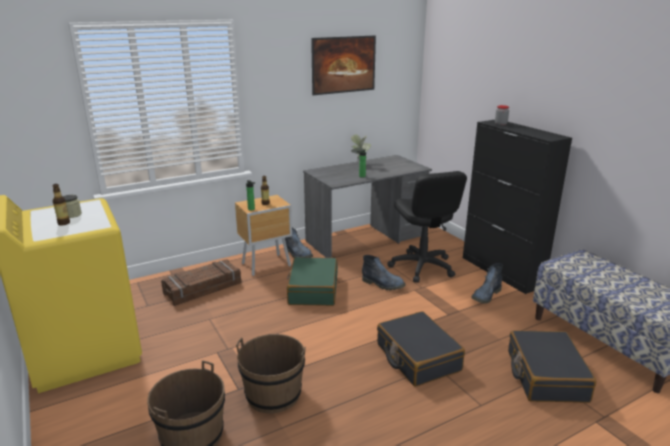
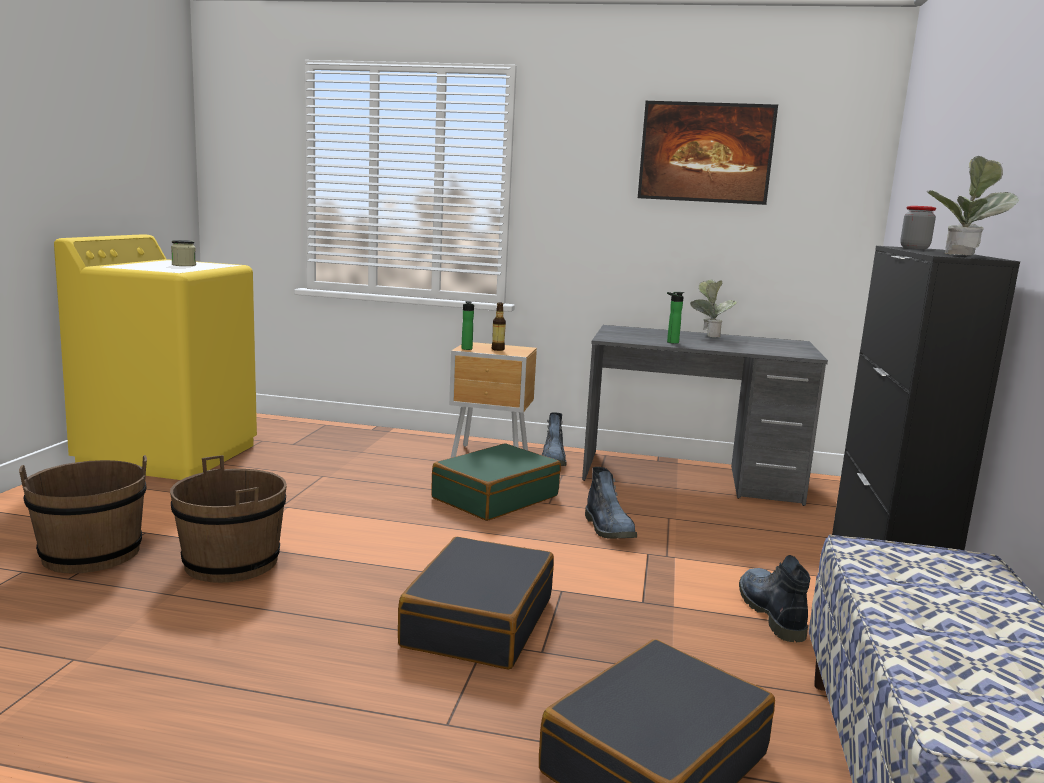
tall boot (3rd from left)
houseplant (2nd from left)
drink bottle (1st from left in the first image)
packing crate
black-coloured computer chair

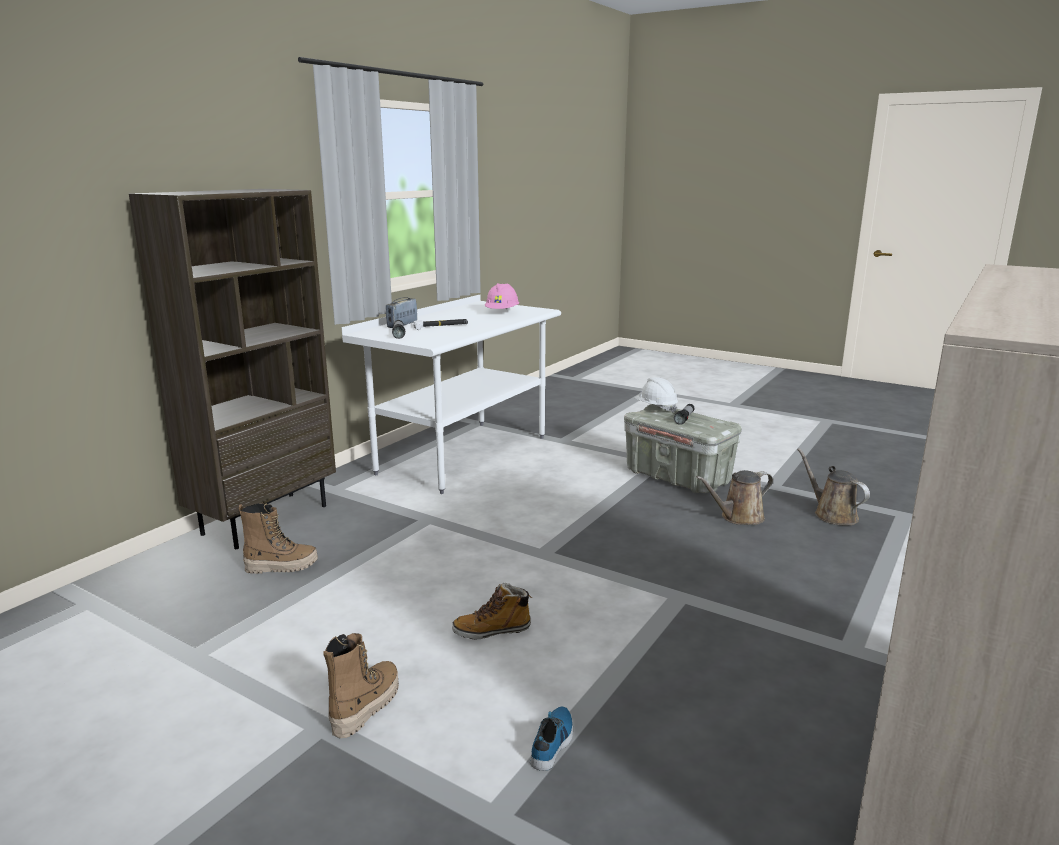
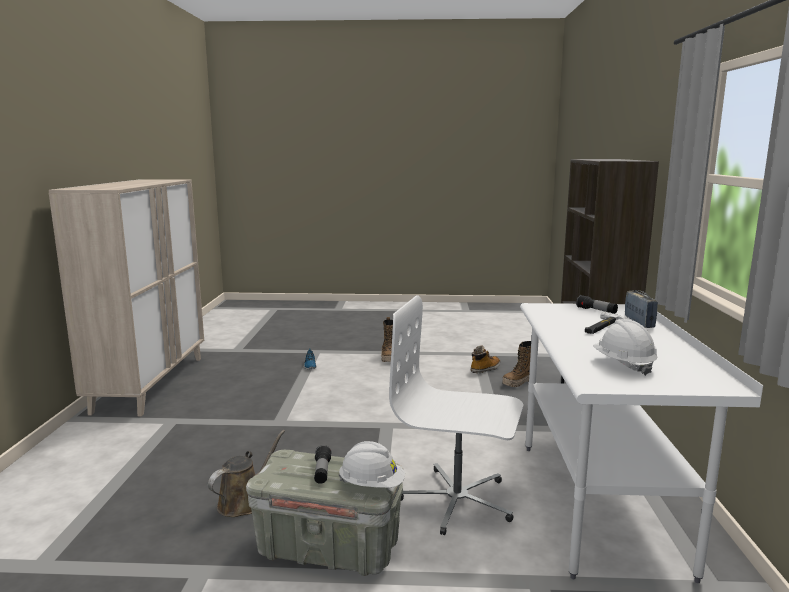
white-coloured computer chair
tall boot (2nd from left)
white-coloured work helmet (2nd from left)
brown sprinkling can (2nd from left in the first image)

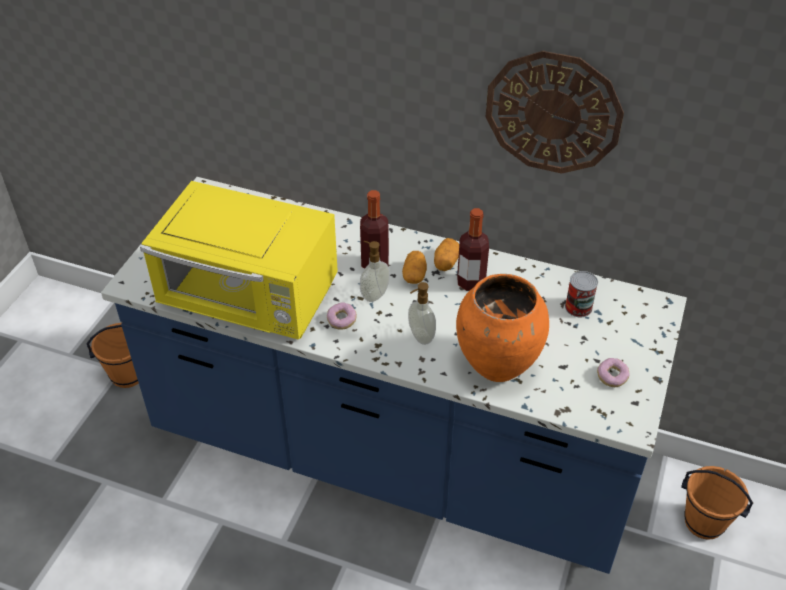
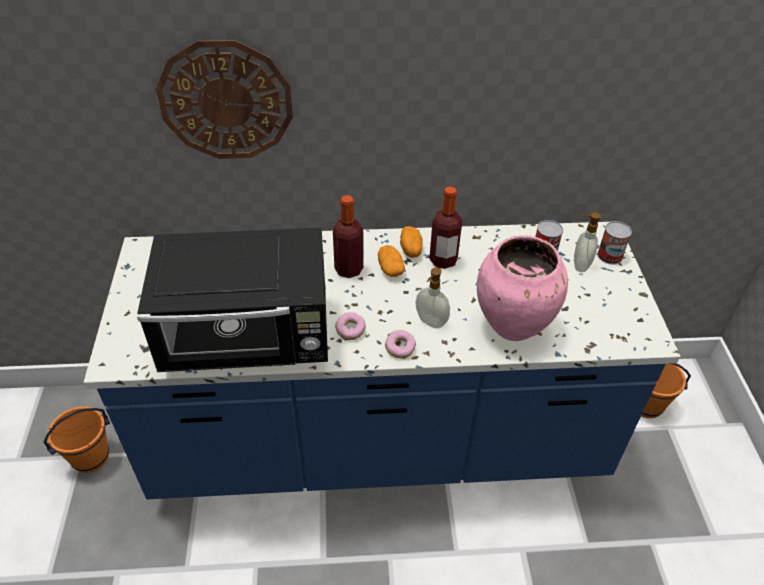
black-coloured microwave oven
hanging clock
ring doughnut (2nd from left)
pink-coloured decorative vase
soap dispenser (2nd from left)
sealed can (2nd from left)

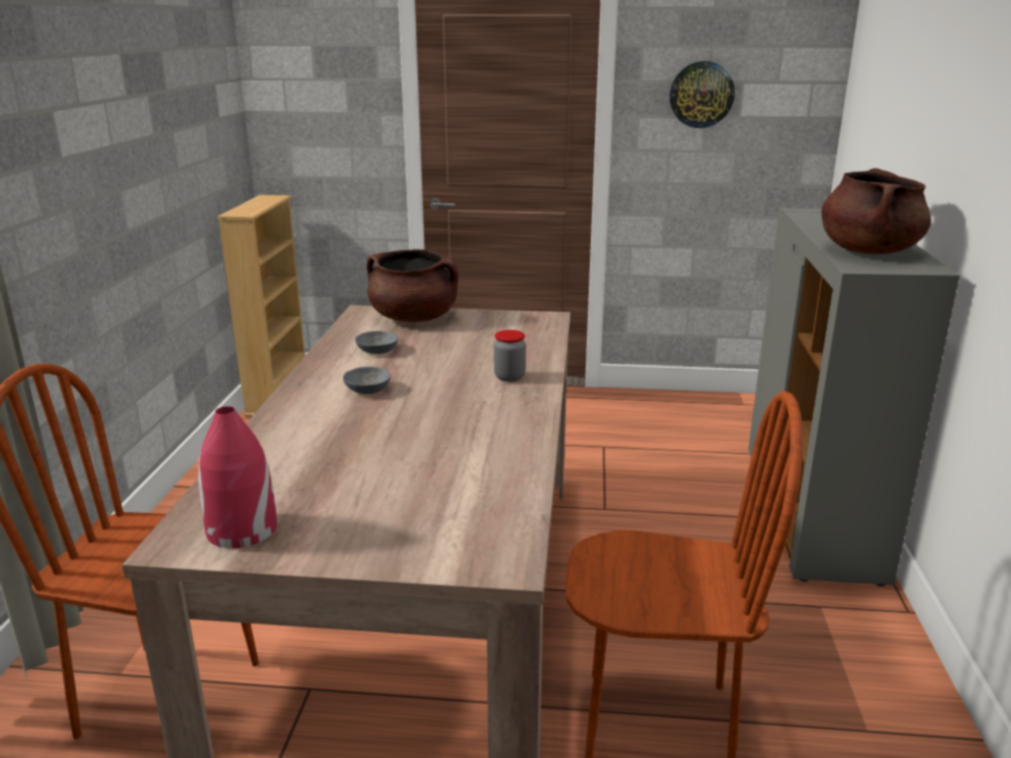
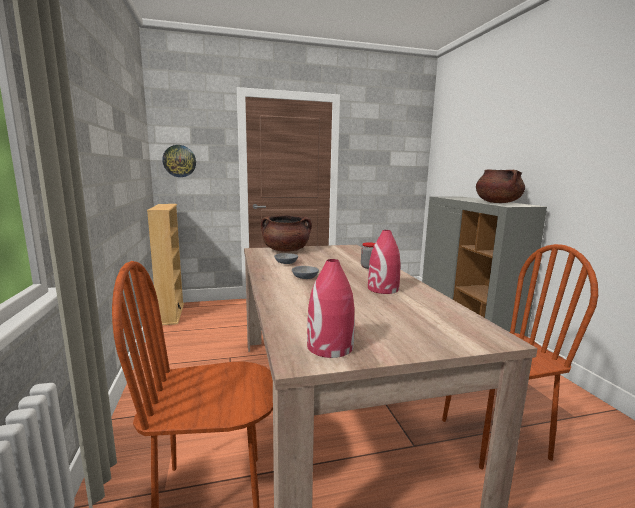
hanging clock
red-coloured decorative vase (2nd from left)

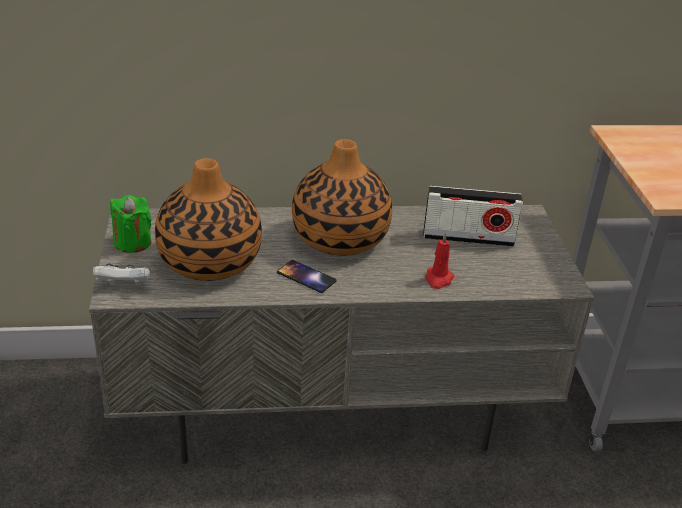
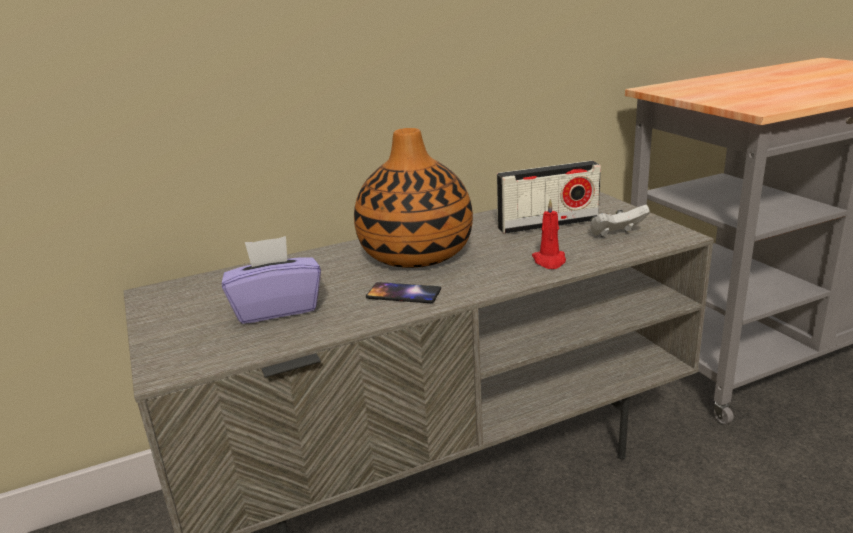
purple tissue holder
white-coloured joypad
greenish wax candle

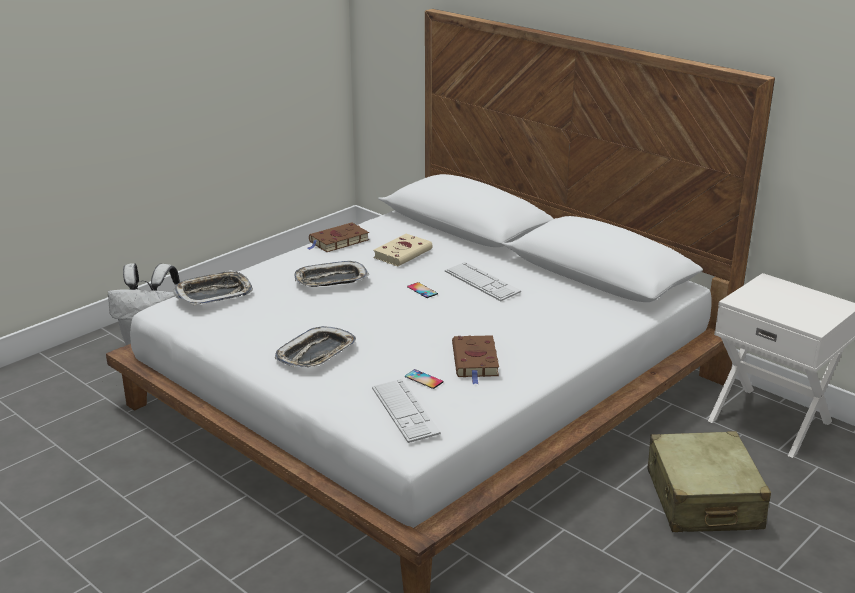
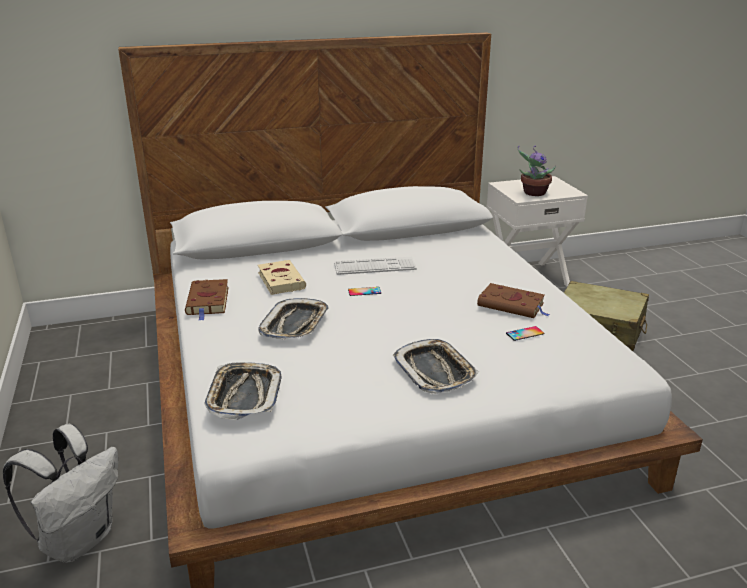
houseplant
PC keyboard (1st from left in the first image)

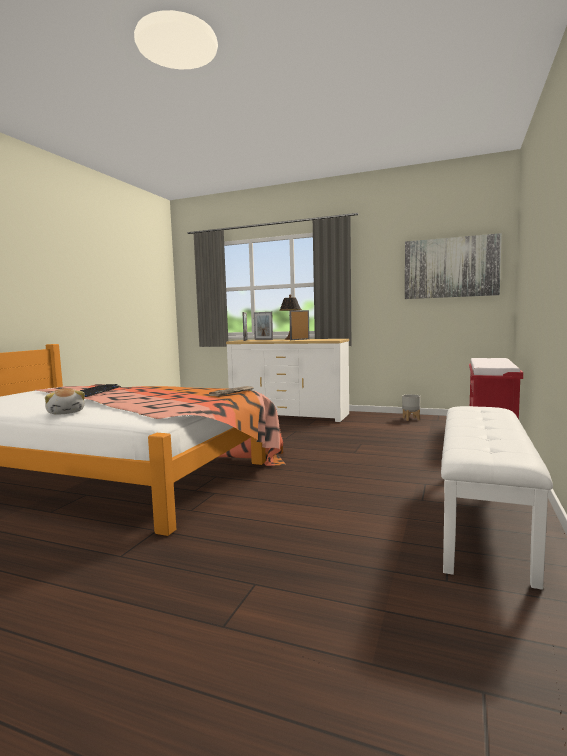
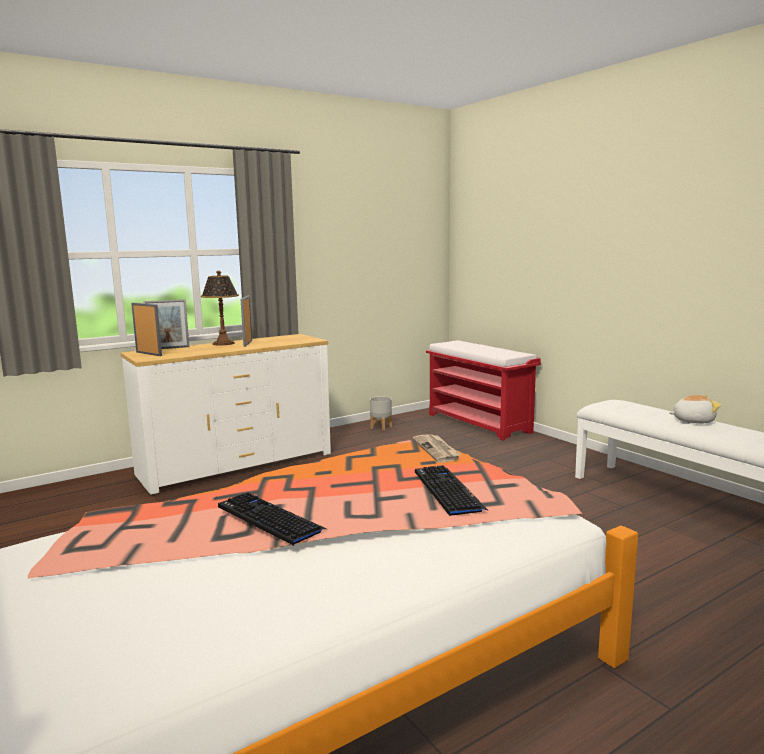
PC keyboard (2nd from left)
cuddly toy
wall picture

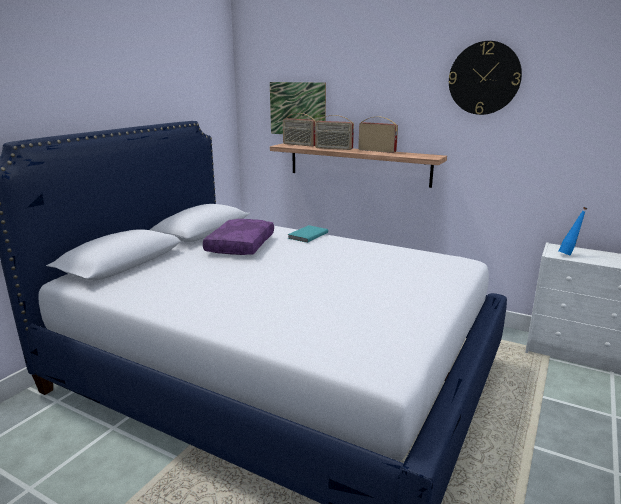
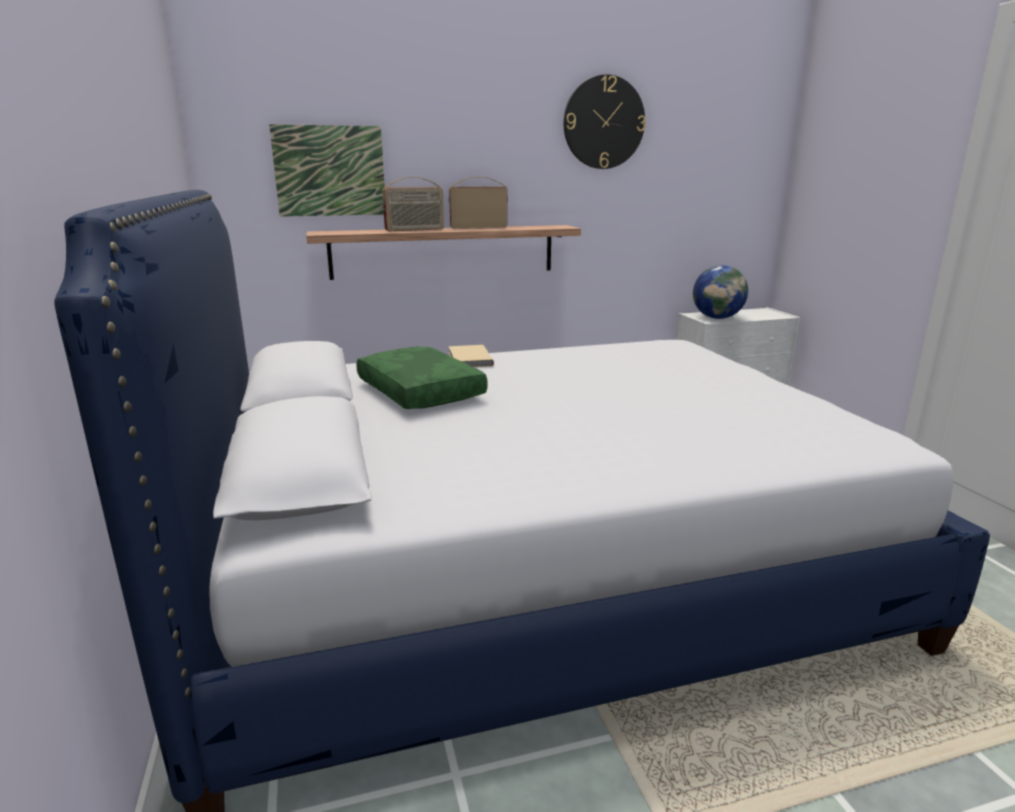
greenish throw pillow
beige-coloured volume
world globe
radio receiver (1st from left in the first image)

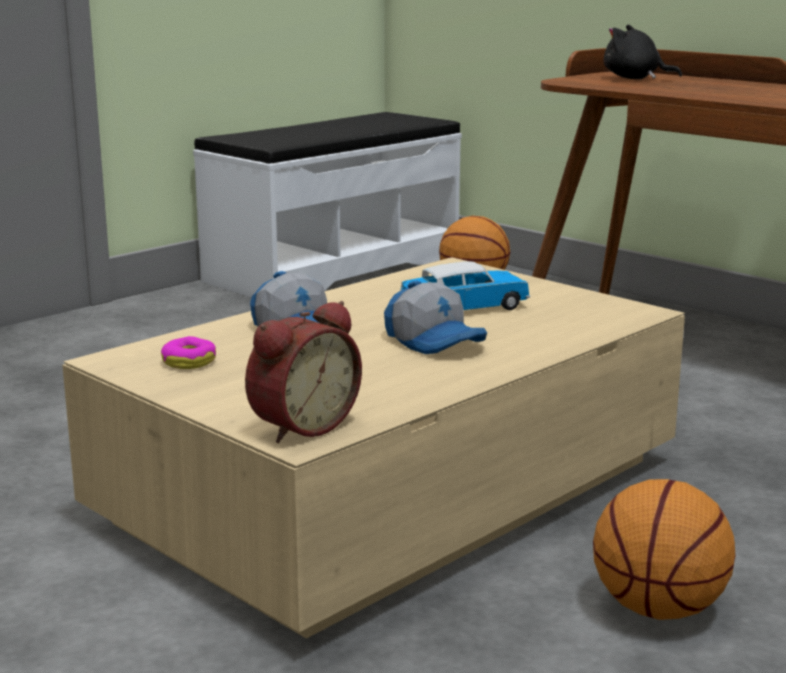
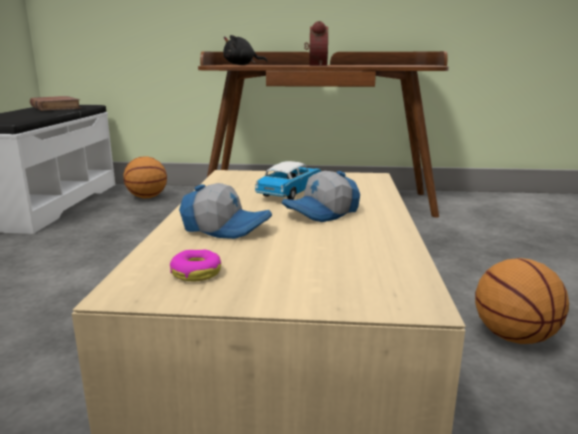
brown volume
baseball cap (2nd from left)
table clock

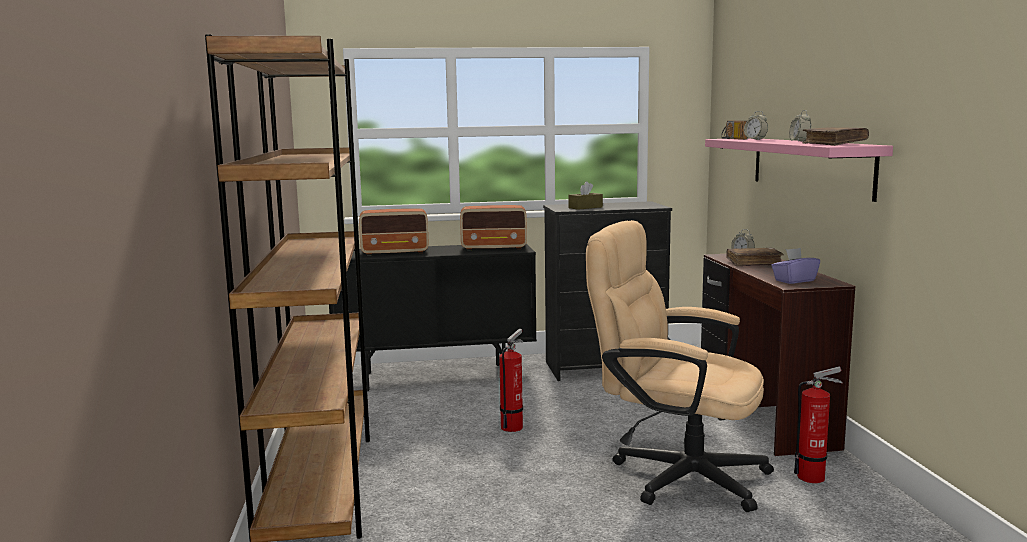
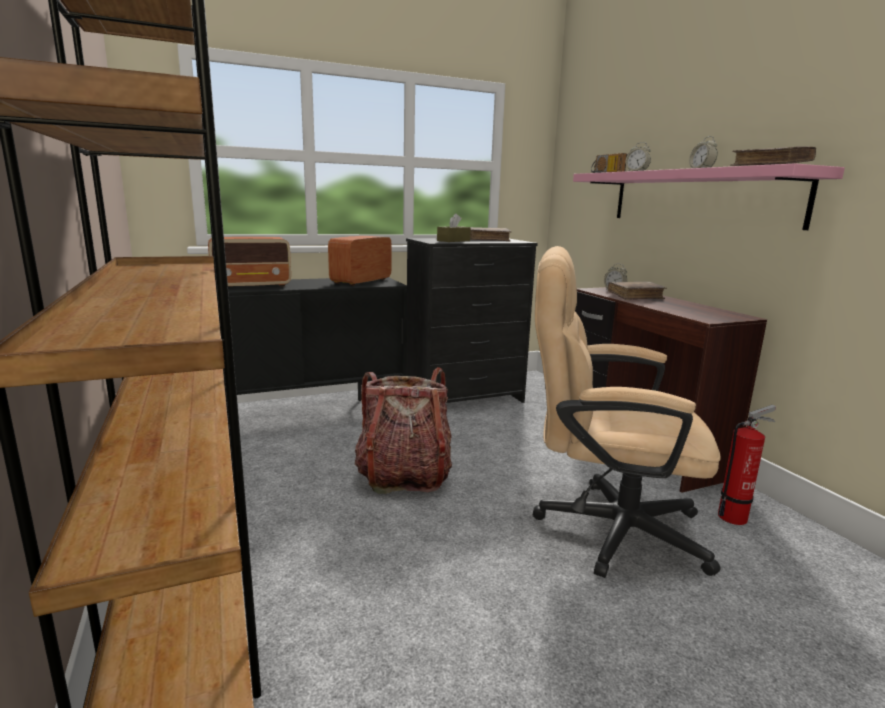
radio receiver (2nd from left)
rucksack
brown volume (1st from left)
purple tissue holder

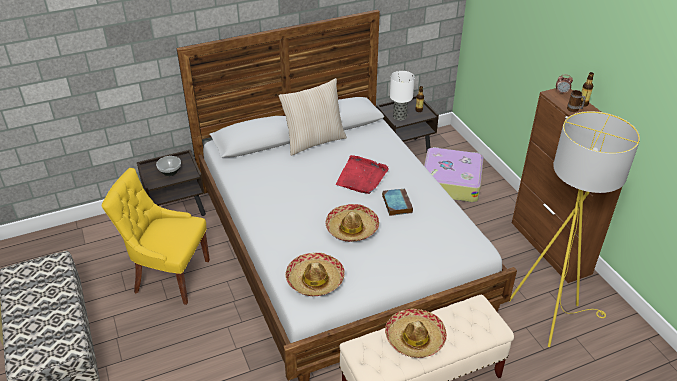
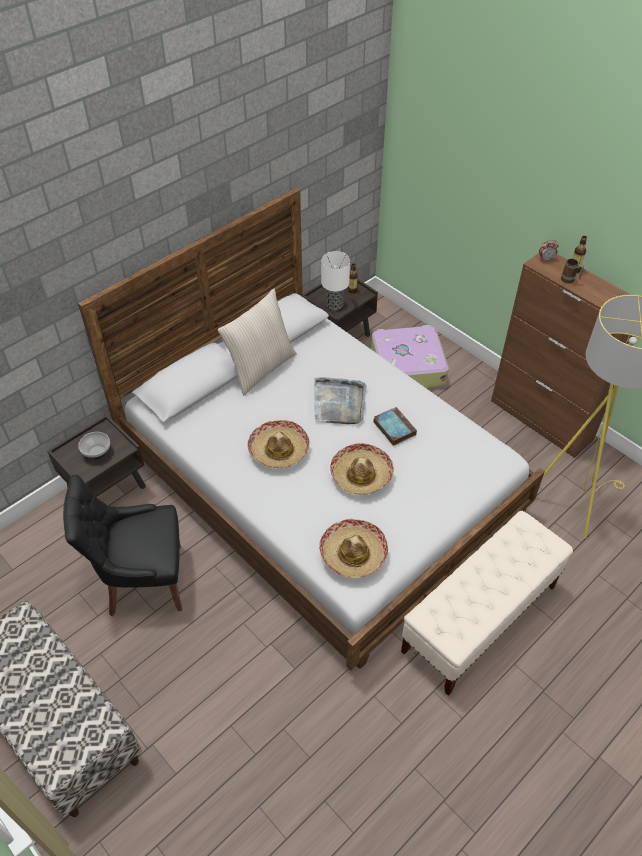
black-coloured chair
clothing hat (1st from left)
greyish carrying tray

